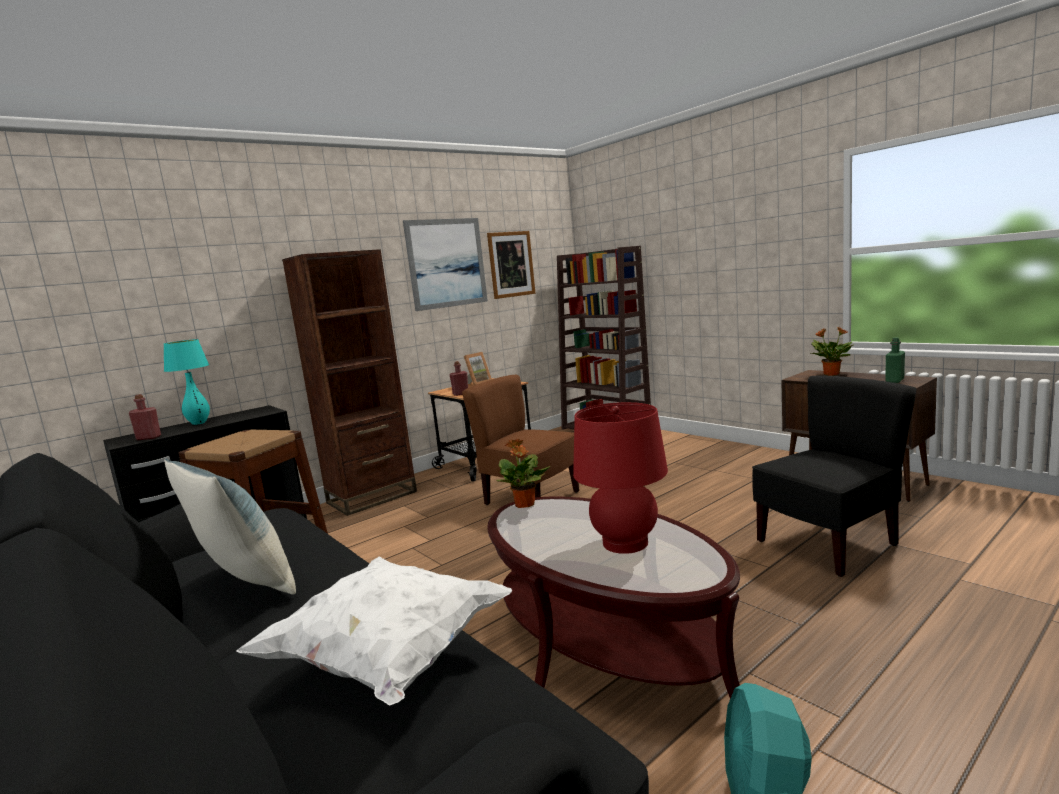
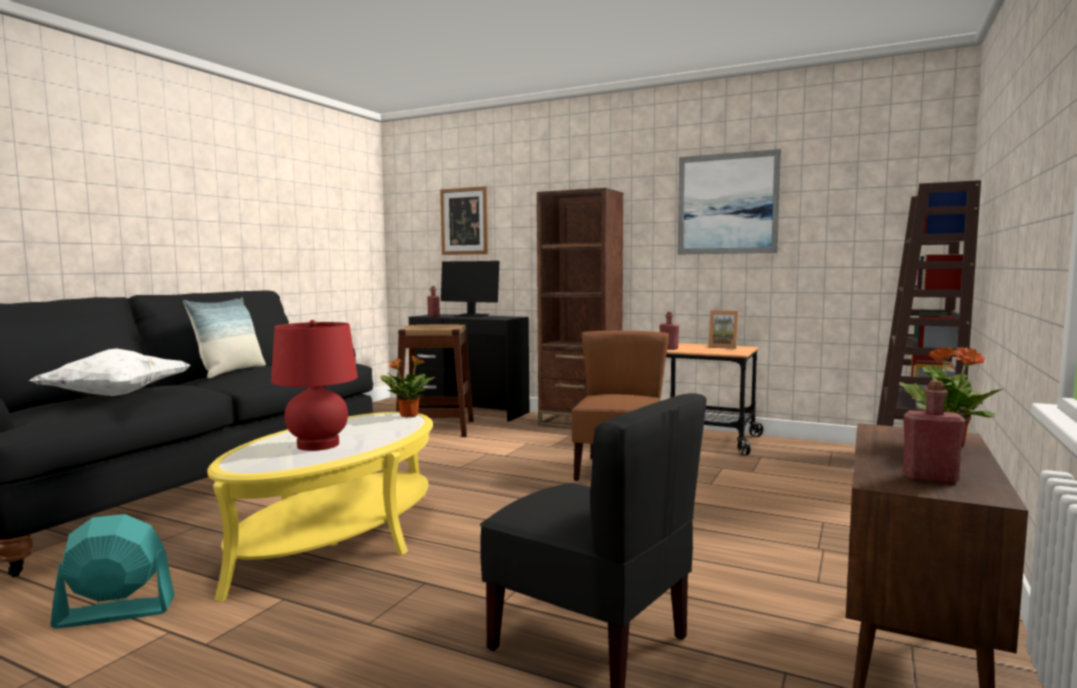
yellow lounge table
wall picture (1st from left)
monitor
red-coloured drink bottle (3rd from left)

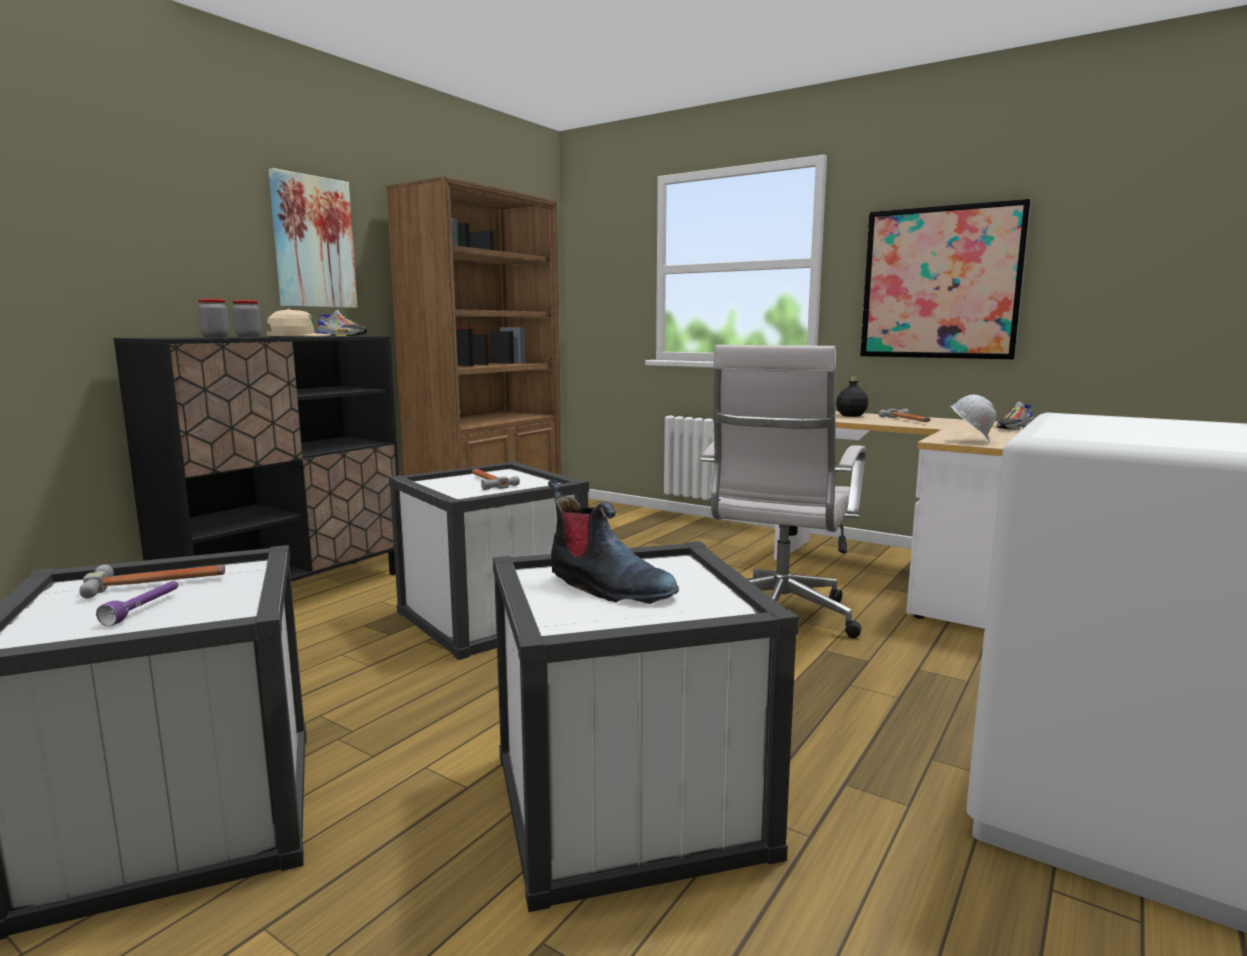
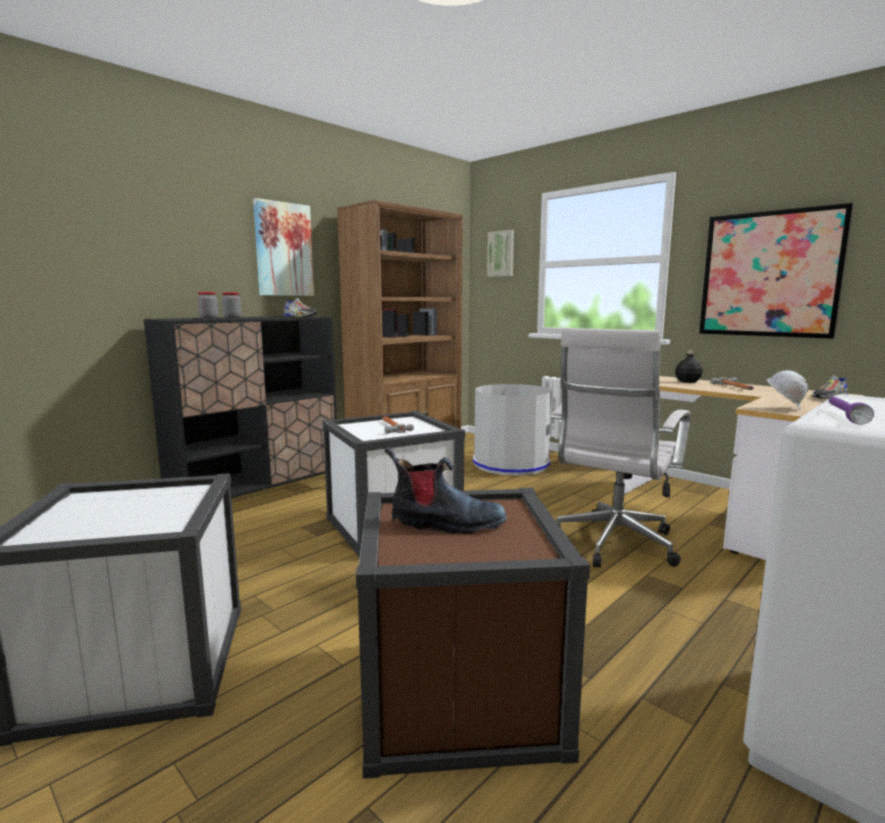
brown storage box
tall boot
greyish waste bin
wall picture (2nd from left)
purple torch
hand hammer (1st from left in the first image)
beige-coloured baseball cap

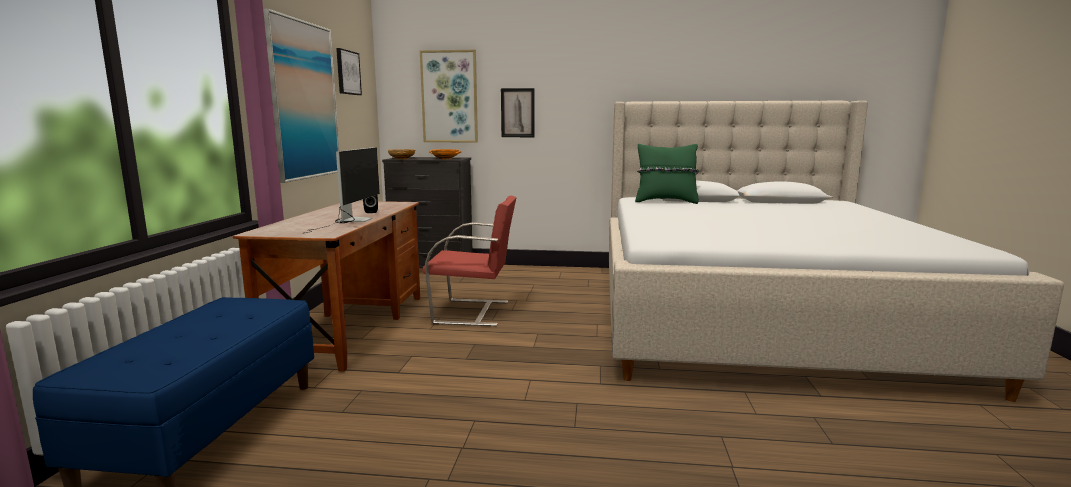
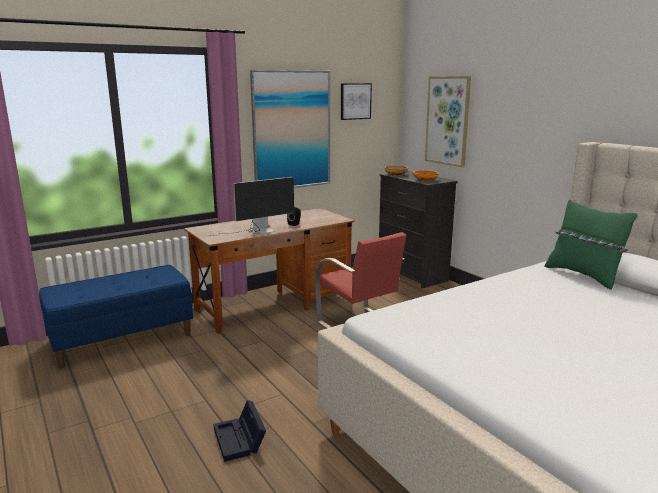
black-coloured storage box
wall picture (4th from left in the first image)

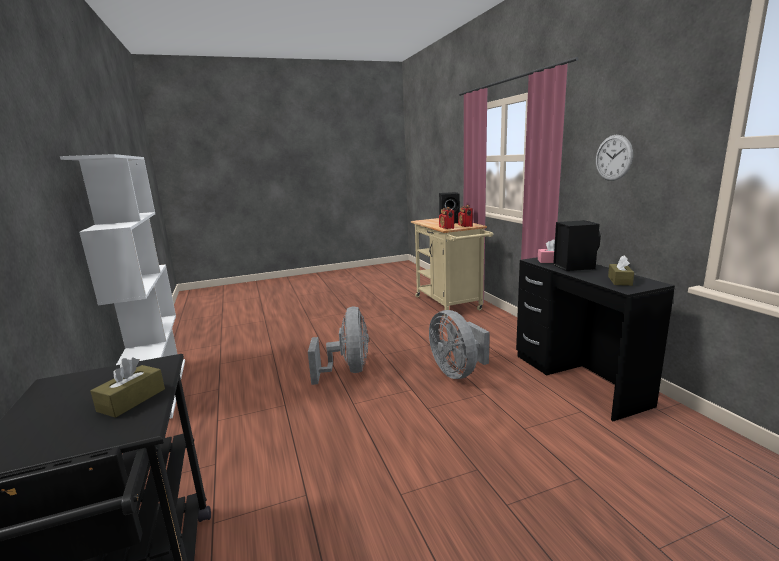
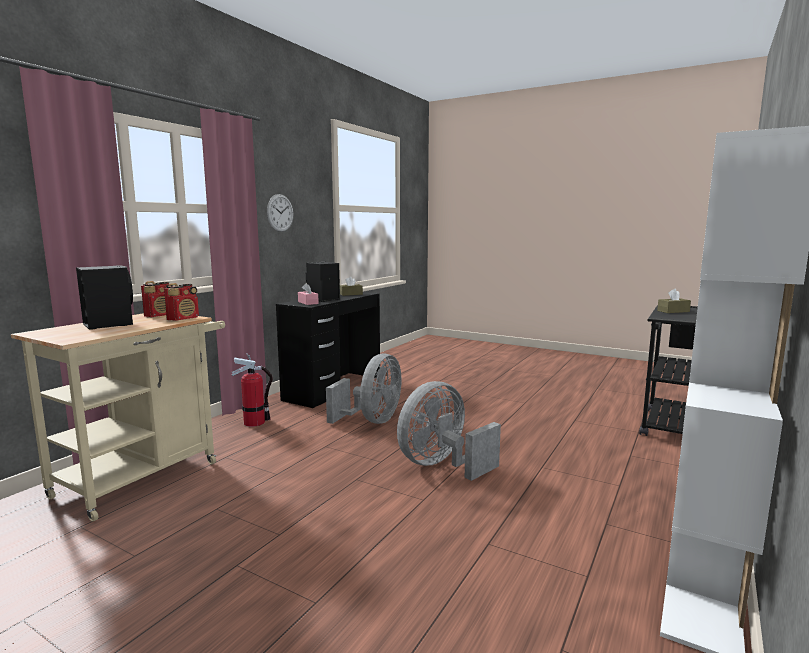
extinguisher

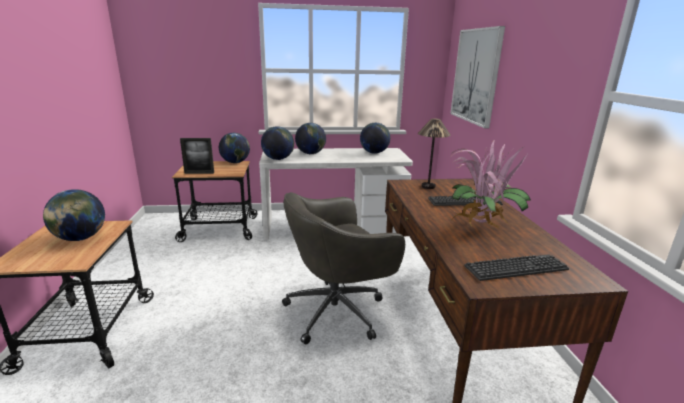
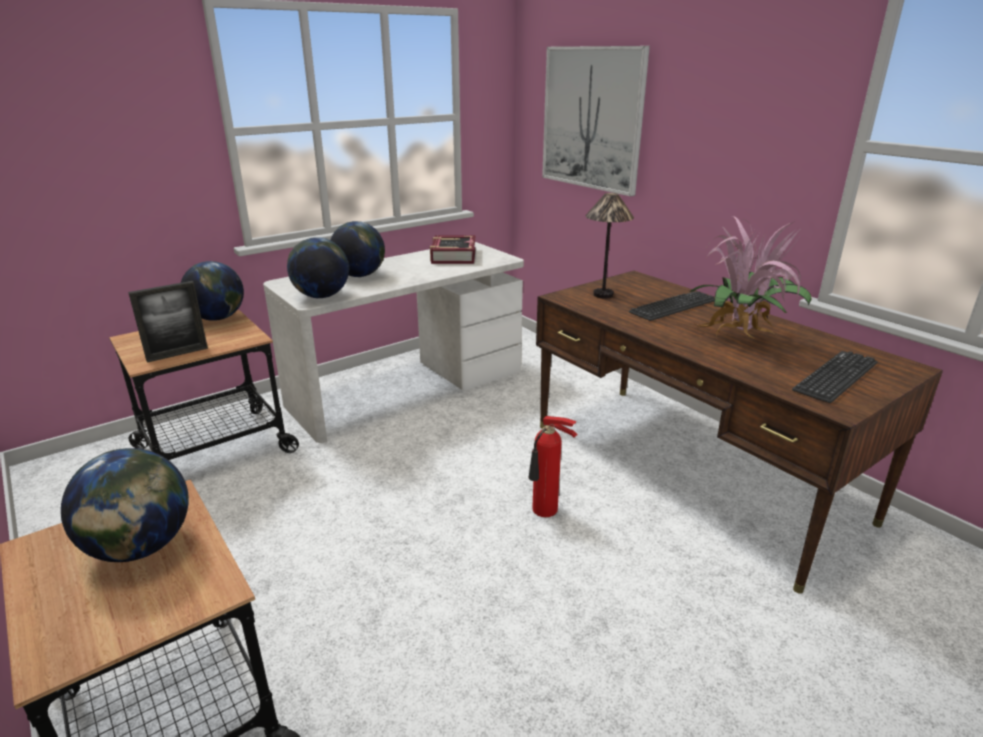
volume
extinguisher

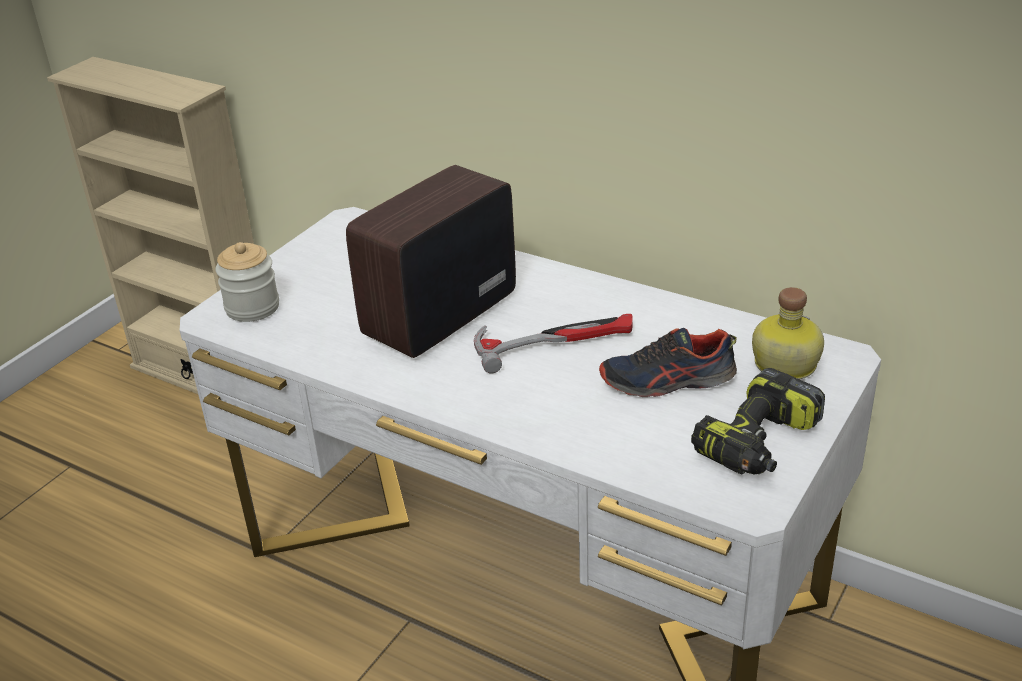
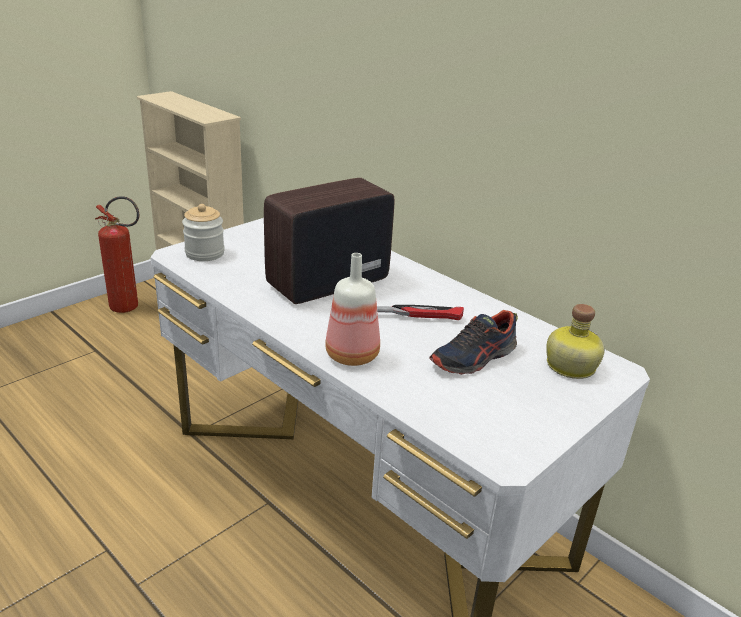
extinguisher
drink bottle (1st from left)
shoe
electric drill

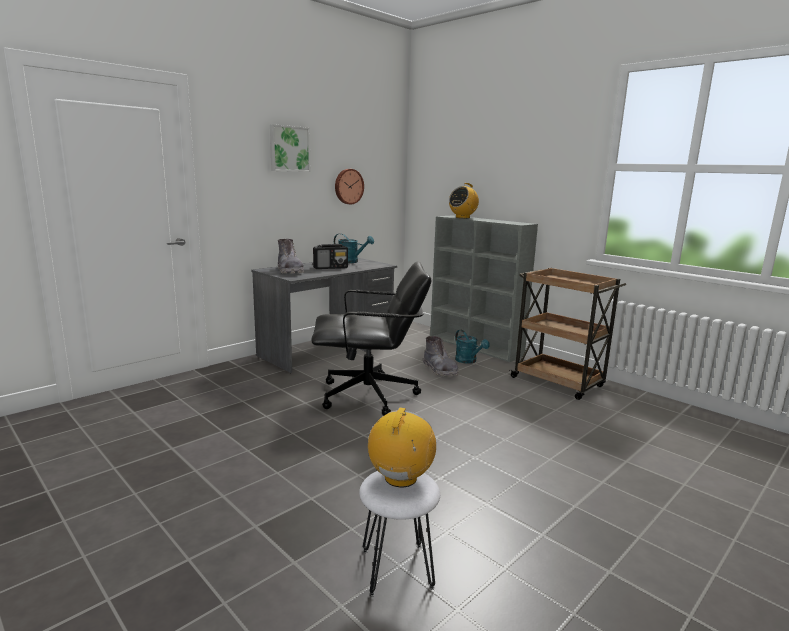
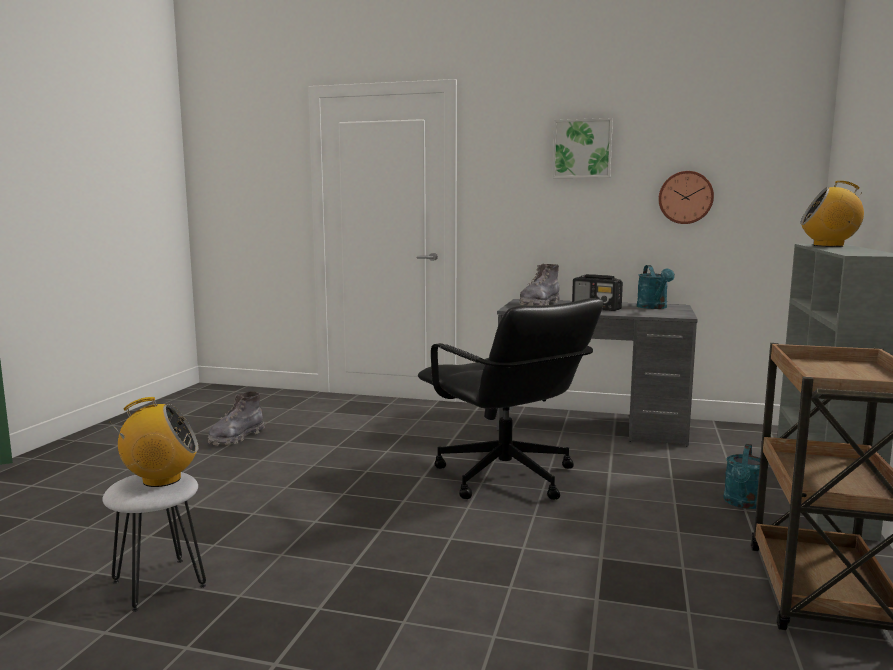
greyish tall boot (1st from left)

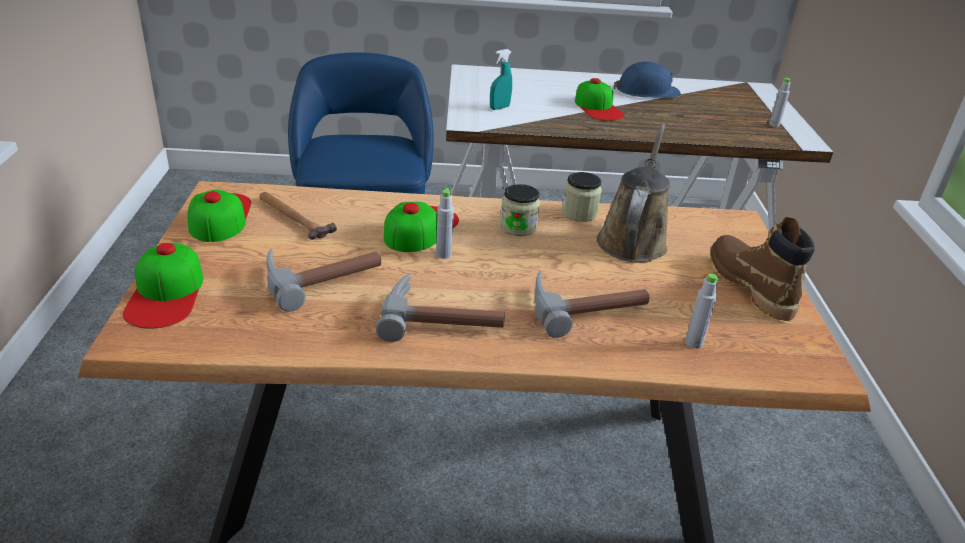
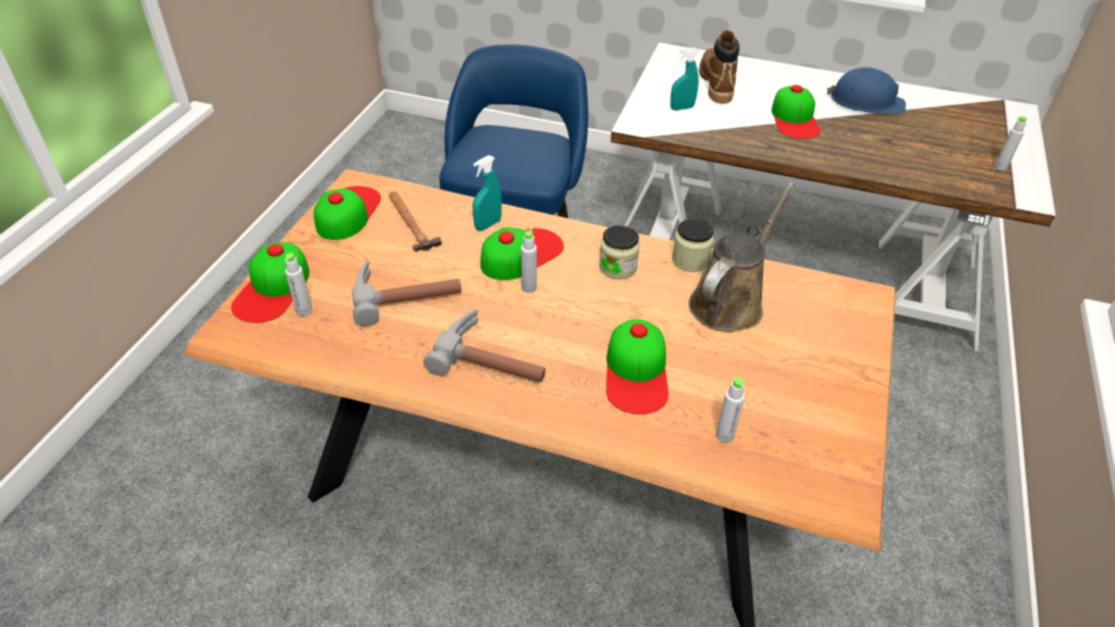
greyish drink bottle (1st from left)
turquoise-coloured spray bottle (1st from left)
baseball cap (4th from left)
brown tall boot

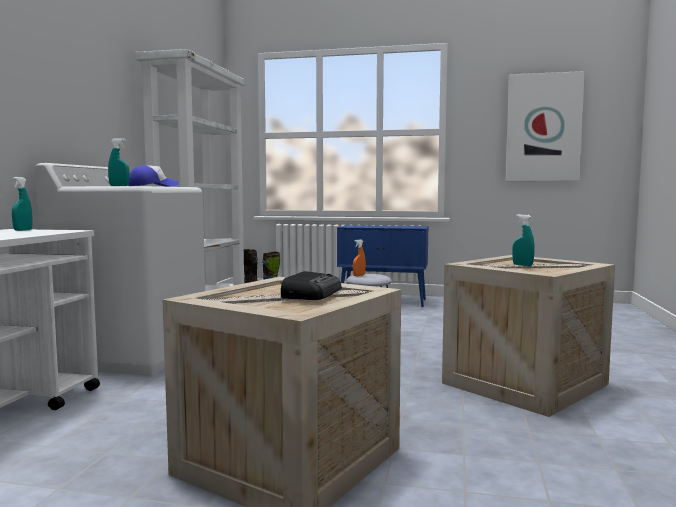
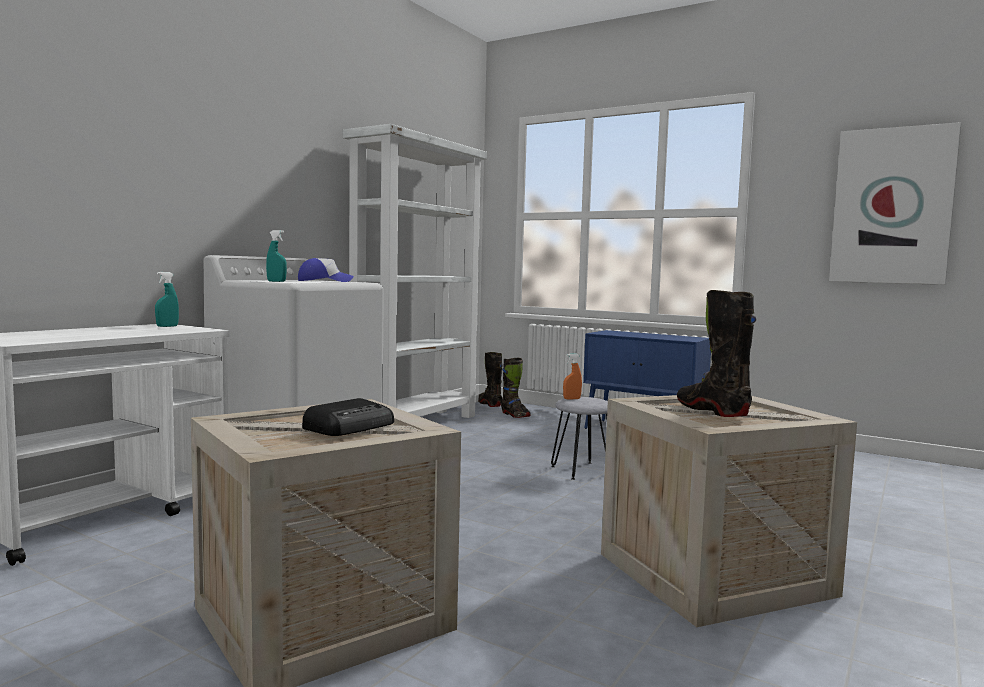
black-coloured tall boot (3rd from left)

